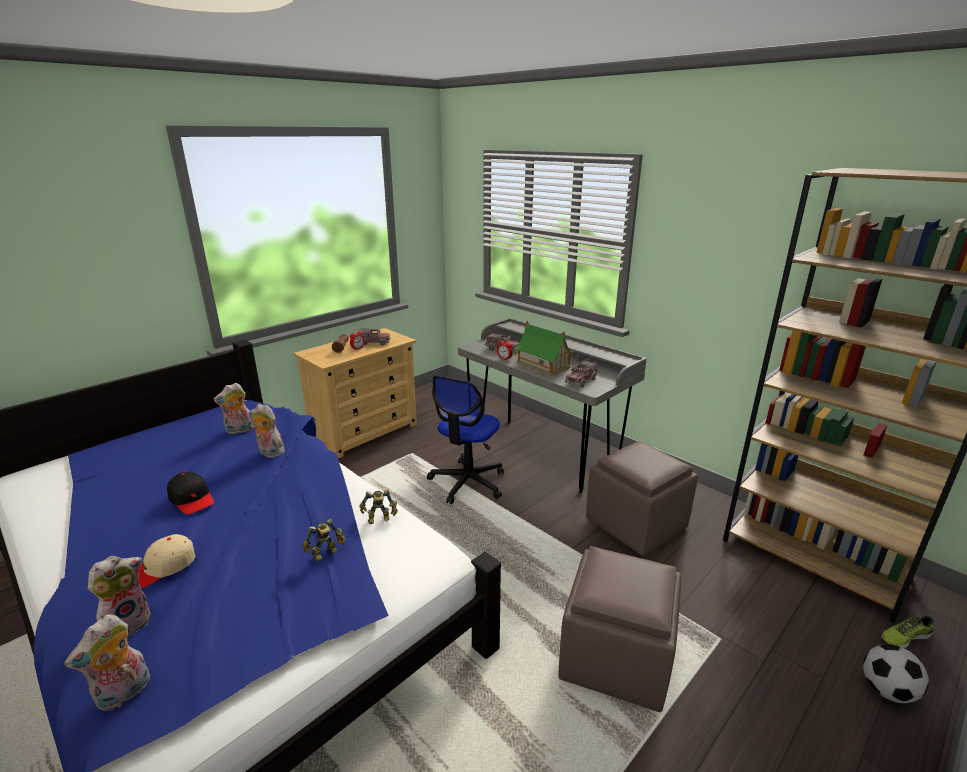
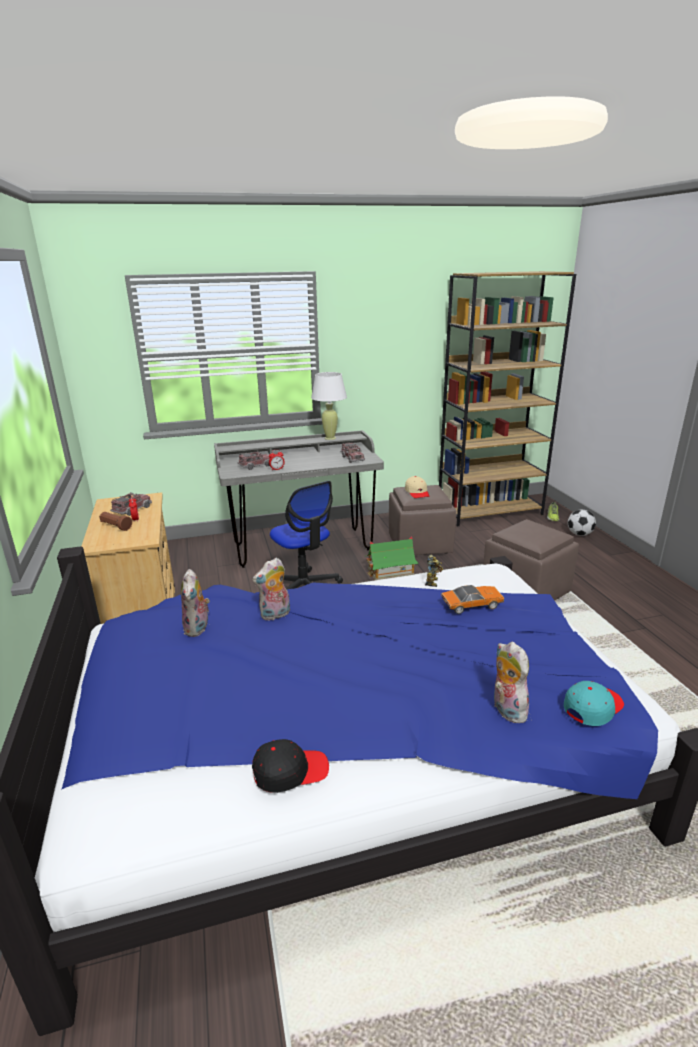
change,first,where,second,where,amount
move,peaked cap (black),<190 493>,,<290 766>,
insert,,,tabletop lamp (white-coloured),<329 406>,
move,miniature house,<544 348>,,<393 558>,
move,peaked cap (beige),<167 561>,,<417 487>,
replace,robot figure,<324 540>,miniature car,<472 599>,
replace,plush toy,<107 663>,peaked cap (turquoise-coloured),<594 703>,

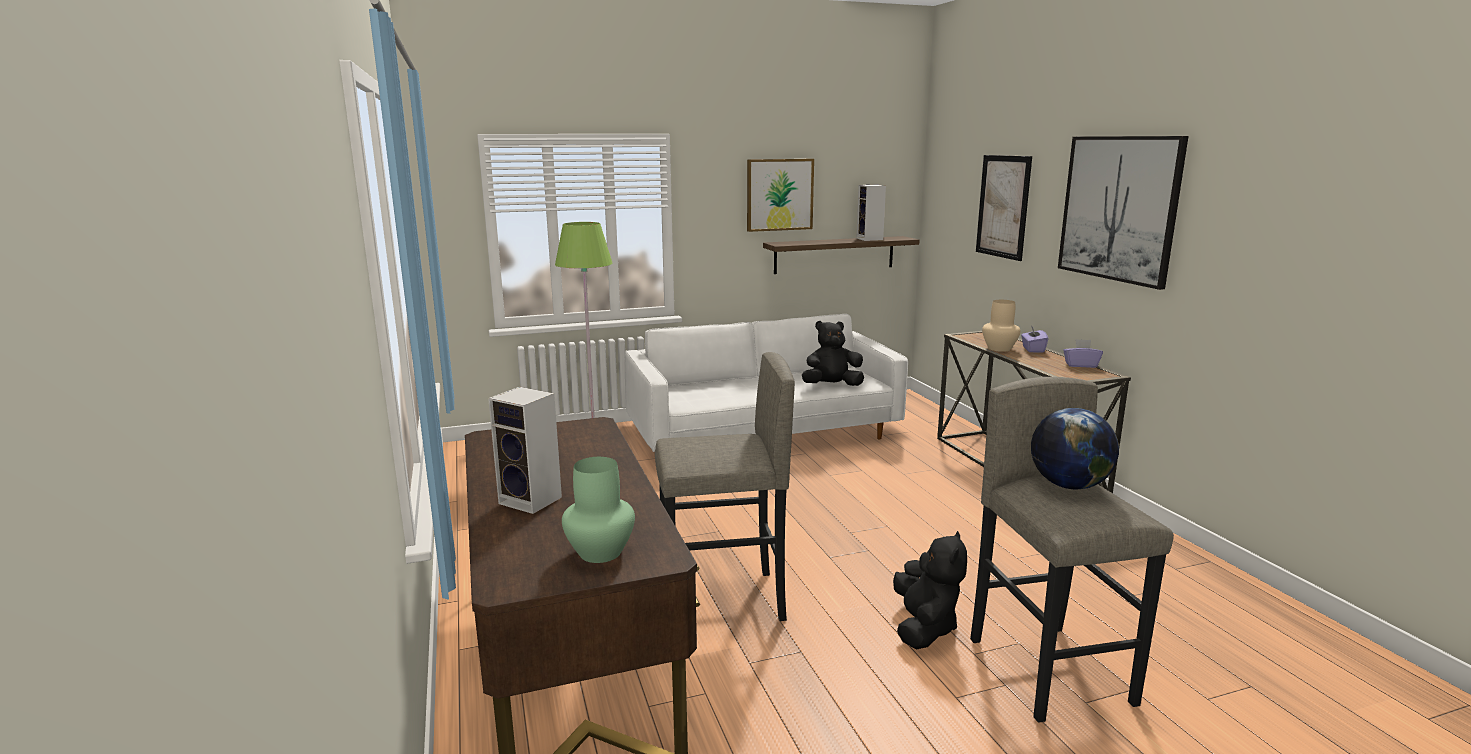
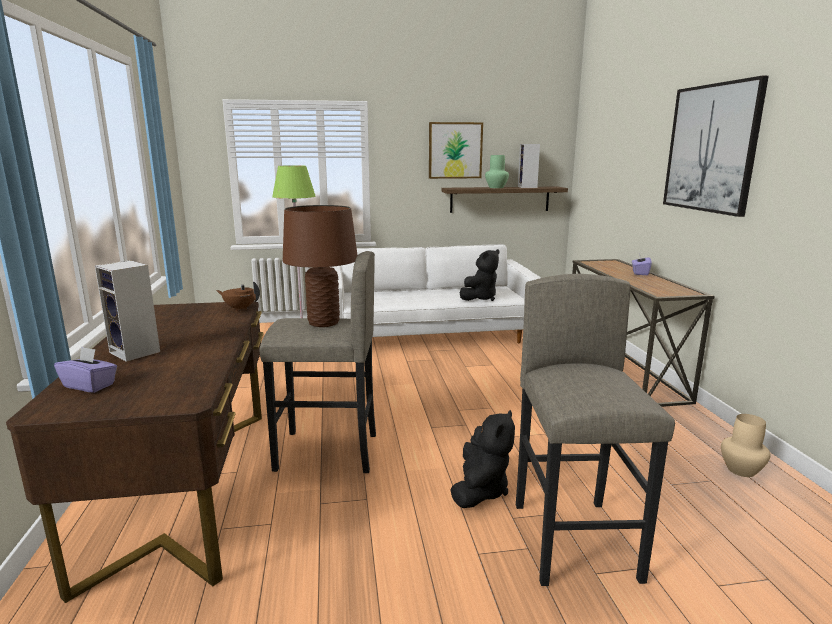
change,first,where,second,where,amount
move,tissue box (purplish),<1083 353>,,<85 370>,
insert,,,tea pot (brownish),<238 296>,
insert,,,tabletop lamp (brownish),<320 266>,
rotate,plush toy (black),<833 353>,,<479 275>,135 degrees clockwise
move,vase (green-coloured),<598 510>,,<497 171>,
move,vase (beige),<1001 326>,,<745 445>,
delete,wall art,<1004 208>,,,
delete,desk globe,<1075 448>,,,

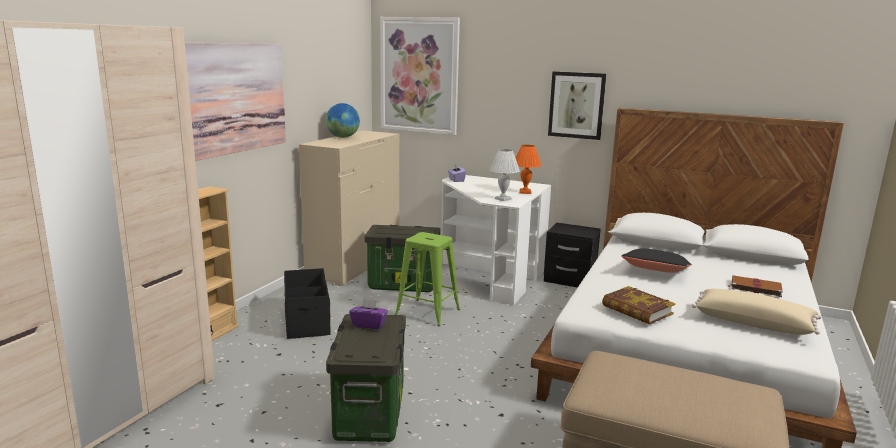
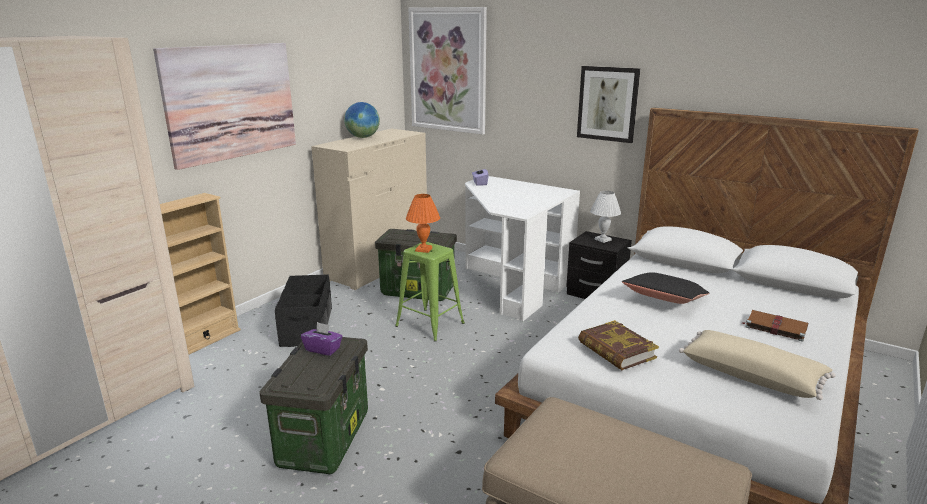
change,first,where,second,where,amount
move,tabletop lamp (orange-coloured),<528 169>,,<423 223>,
move,tabletop lamp (white-coloured),<504 175>,,<605 217>,

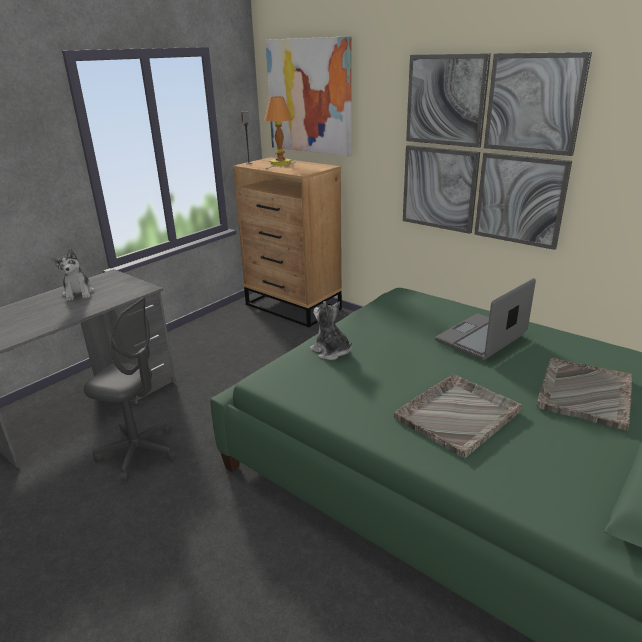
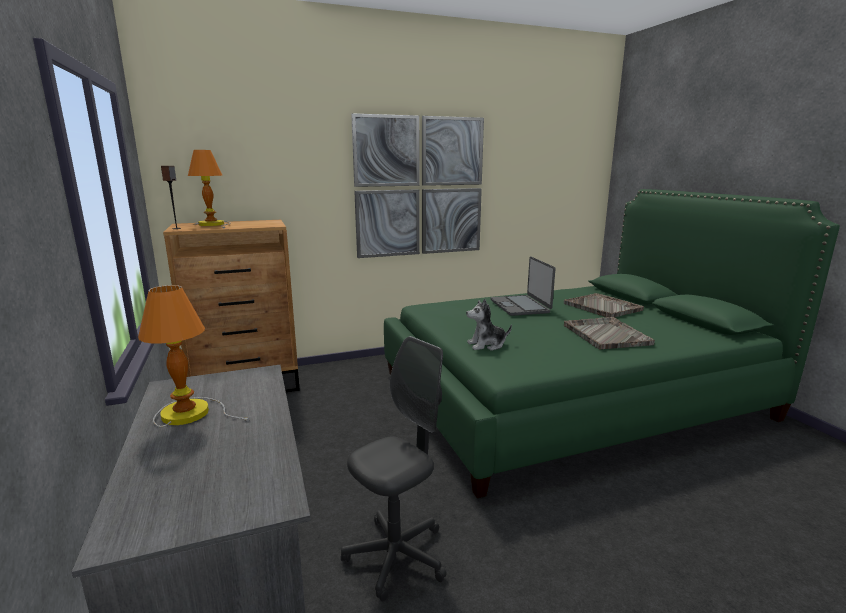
change,first,where,second,where,amount
replace,plush toy,<73 275>,tabletop lamp,<194 356>,
delete,wall art,<308 96>,,,

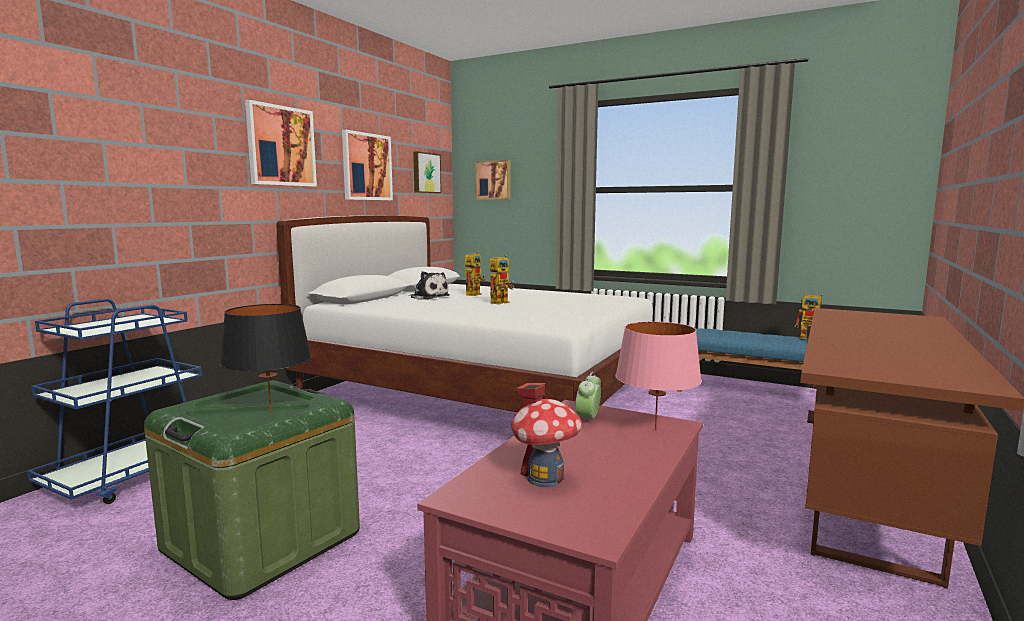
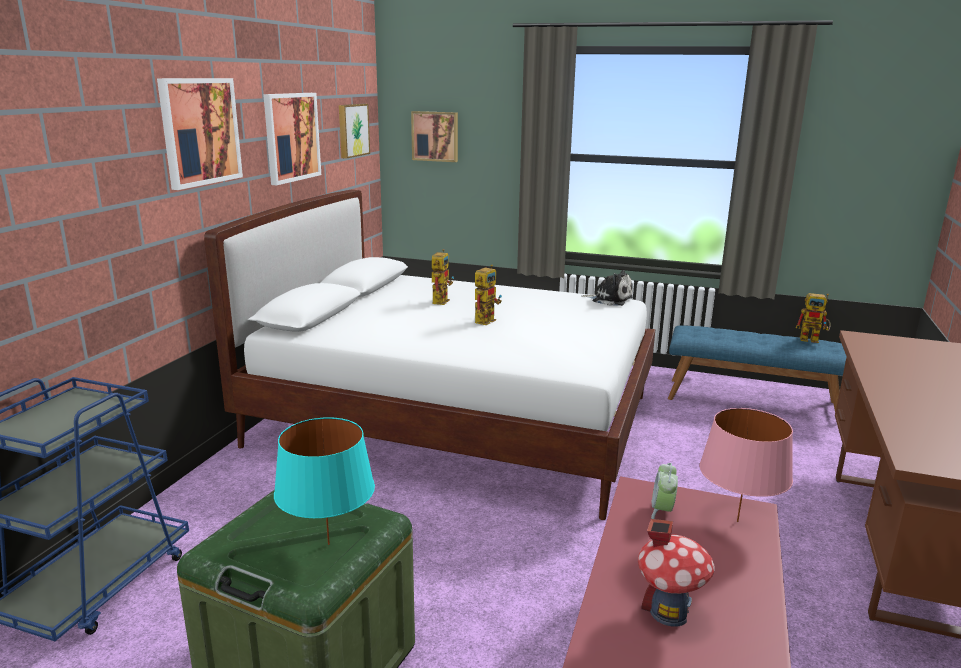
change,first,where,second,where,amount
recolor,tabletop lamp (black),<266 358>,tabletop lamp (turquoise-coloured),<324 481>,
move,plush toy,<429 285>,,<607 288>,

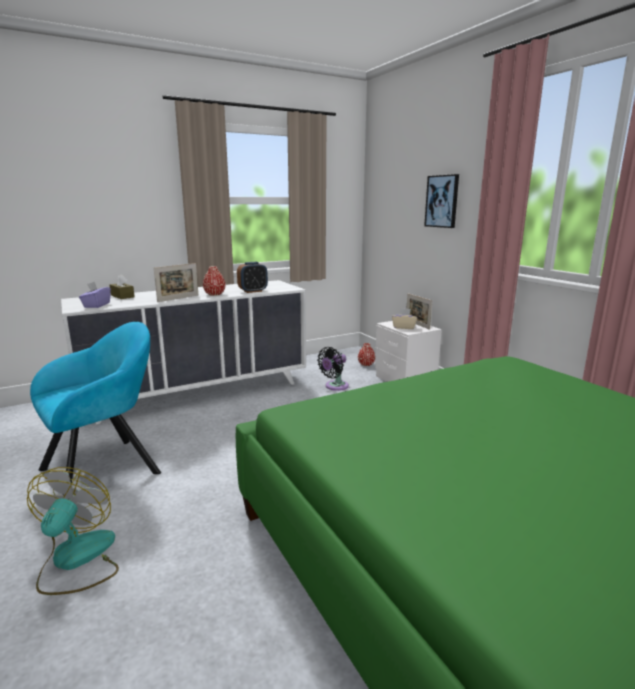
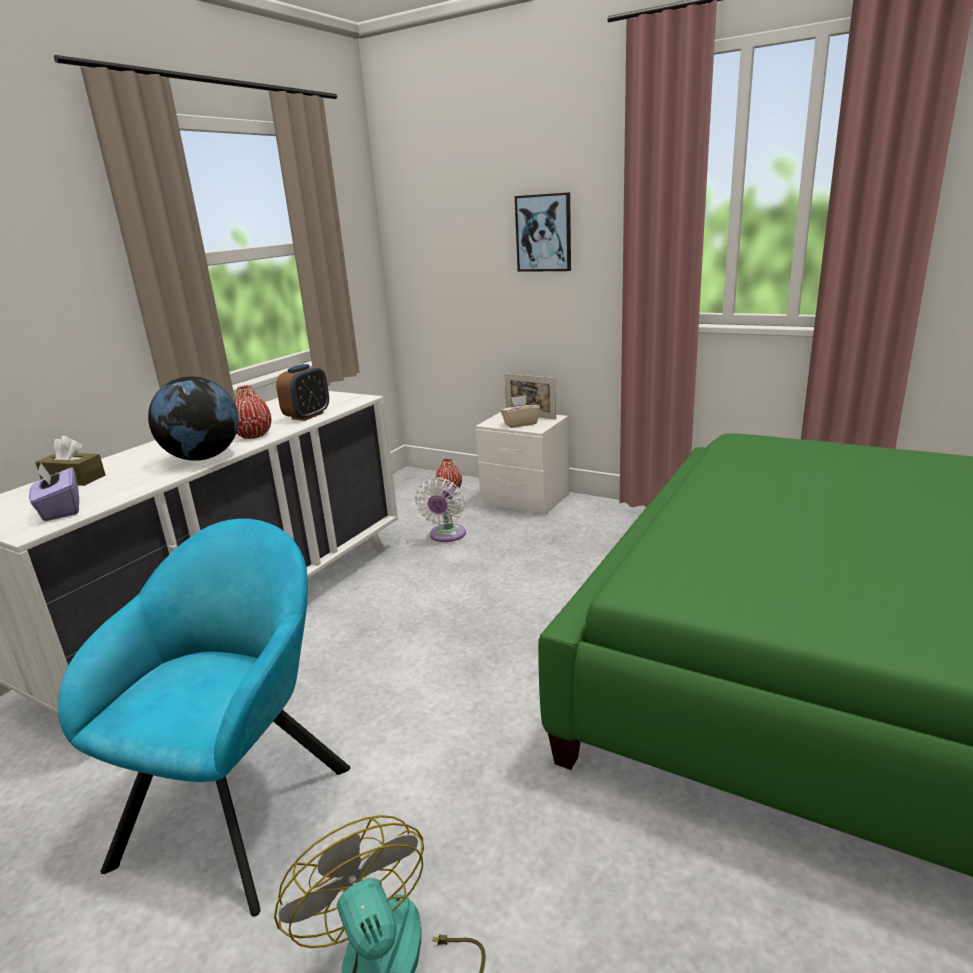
change,first,where,second,where,amount
replace,photo frame,<176 282>,desk globe,<193 418>,
recolor,electric fan (black),<333 369>,electric fan (white-coloured),<440 509>,

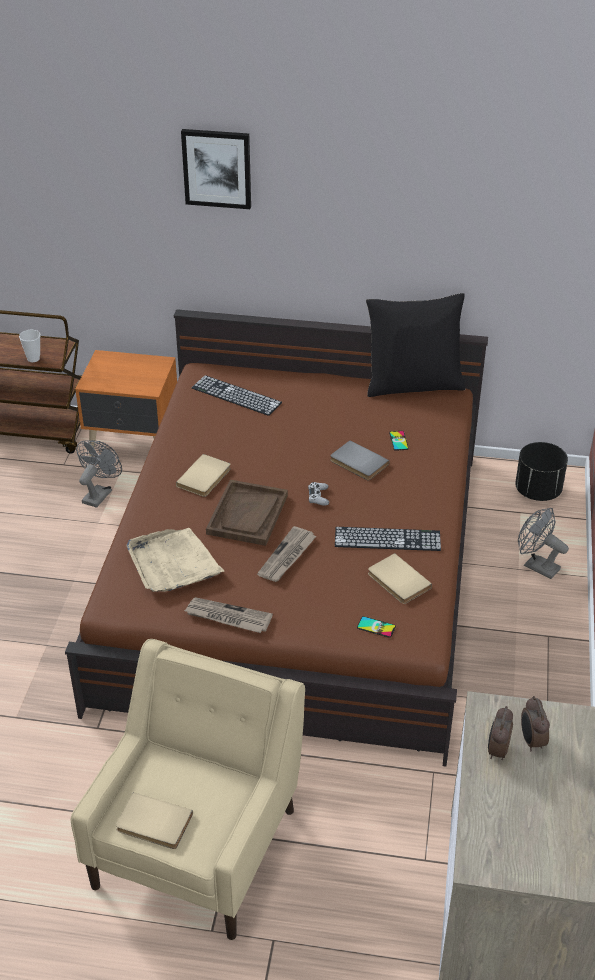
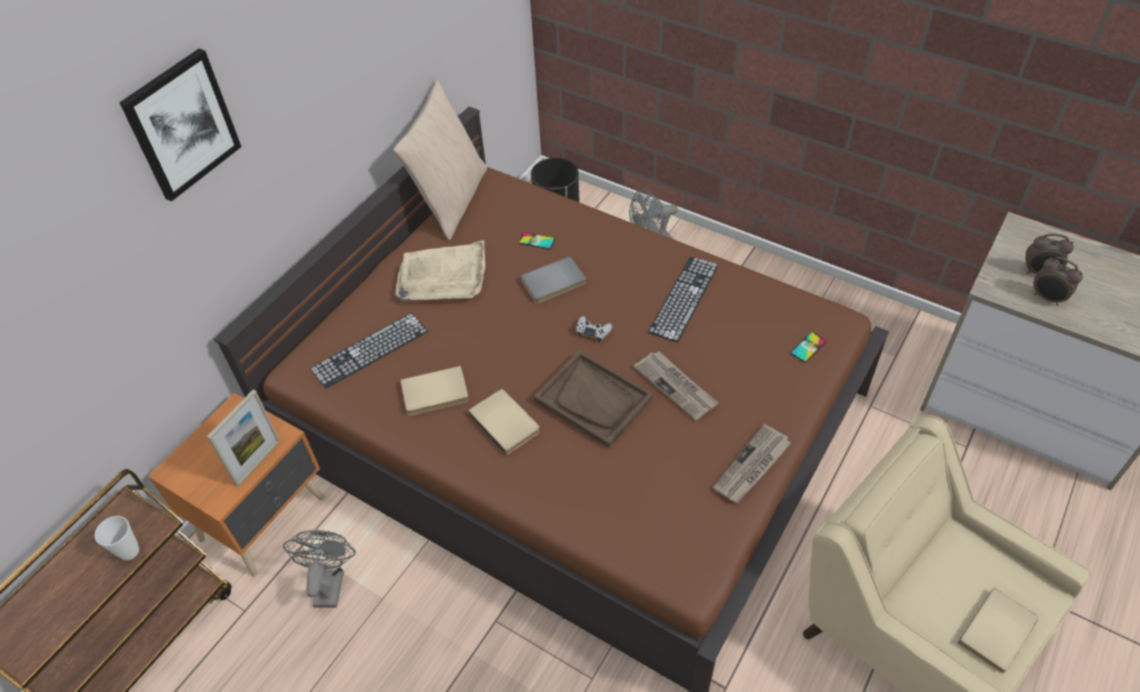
change,first,where,second,where,amount
insert,,,photo frame,<243 438>,
rotate,electric fan (grey),<99 474>,,<319 569>,45 degrees clockwise
recolor,pillow (black),<415 345>,pillow (beige),<440 160>,
move,serving tray (beige),<175 560>,,<440 270>,
move,book (beige),<400 578>,,<434 390>,

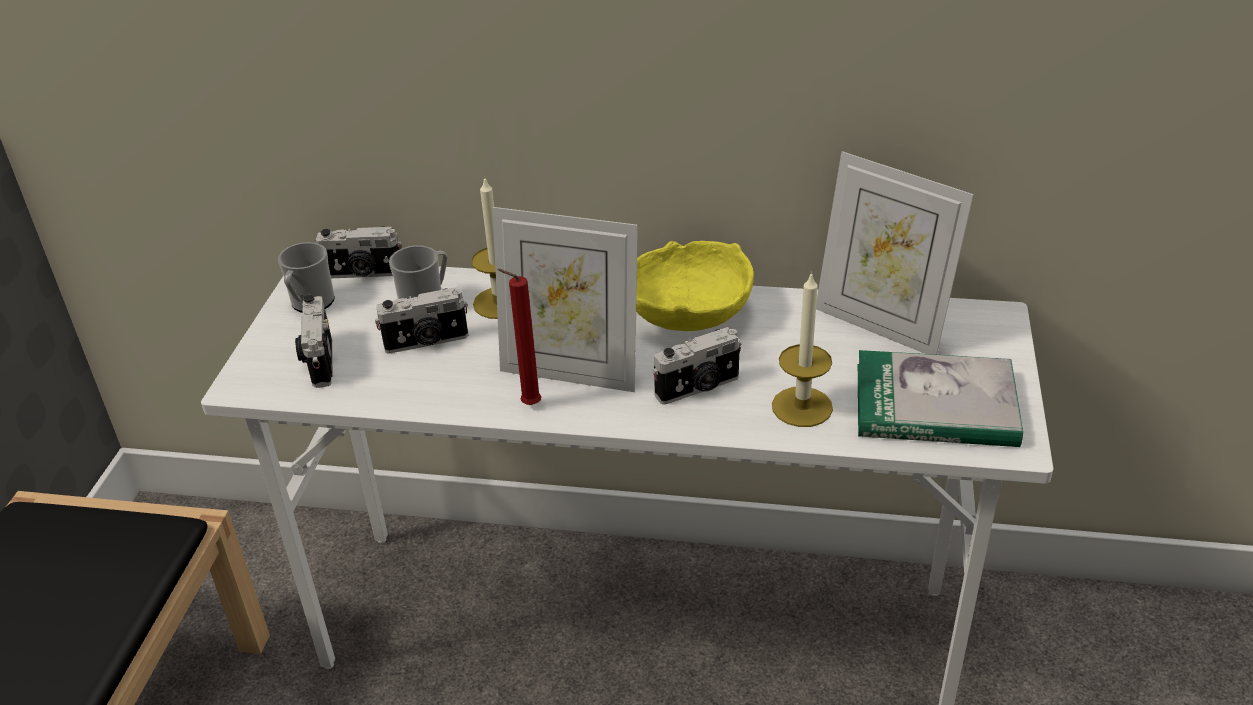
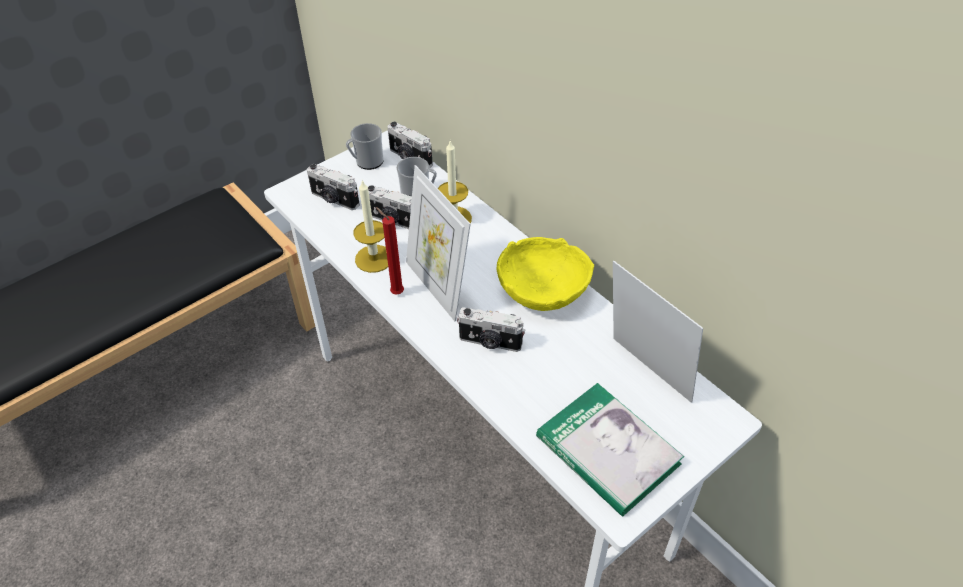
change,first,where,second,where,amount
rotate,still camera,<313 341>,,<333 187>,90 degrees counterclockwise
move,wax candle,<802 349>,,<370 226>,
rotate,photo frame,<895 253>,,<658 332>,150 degrees clockwise

